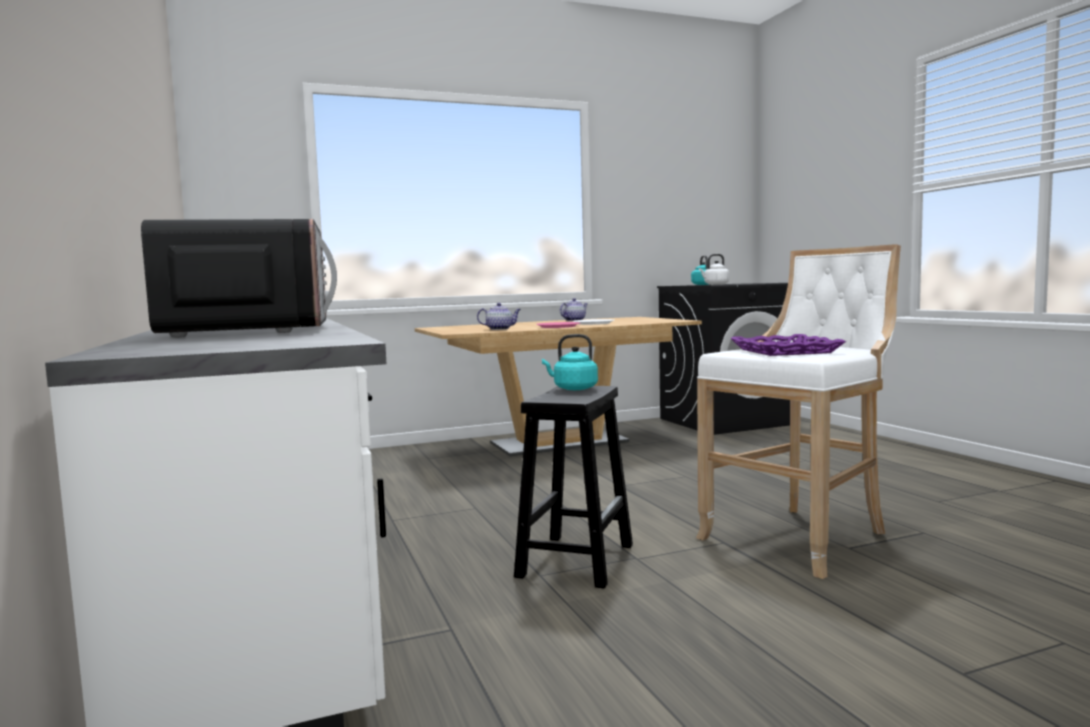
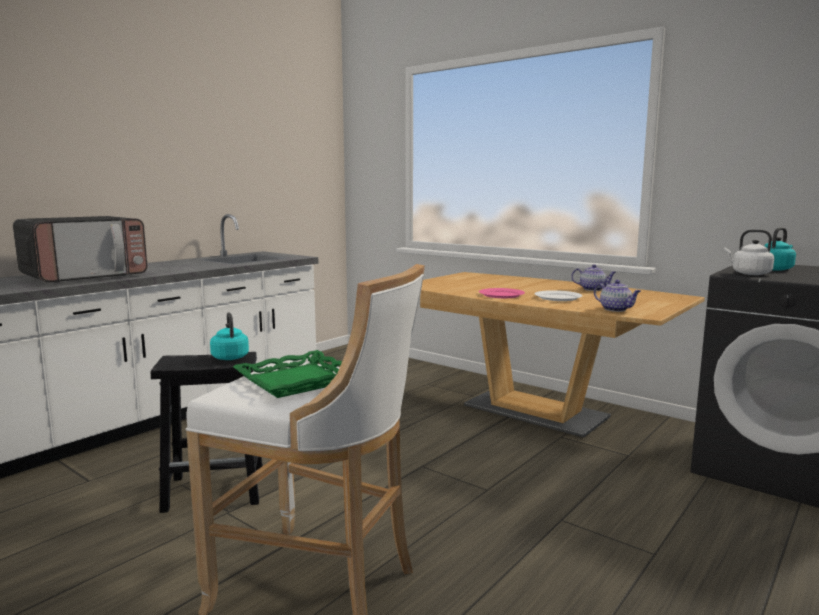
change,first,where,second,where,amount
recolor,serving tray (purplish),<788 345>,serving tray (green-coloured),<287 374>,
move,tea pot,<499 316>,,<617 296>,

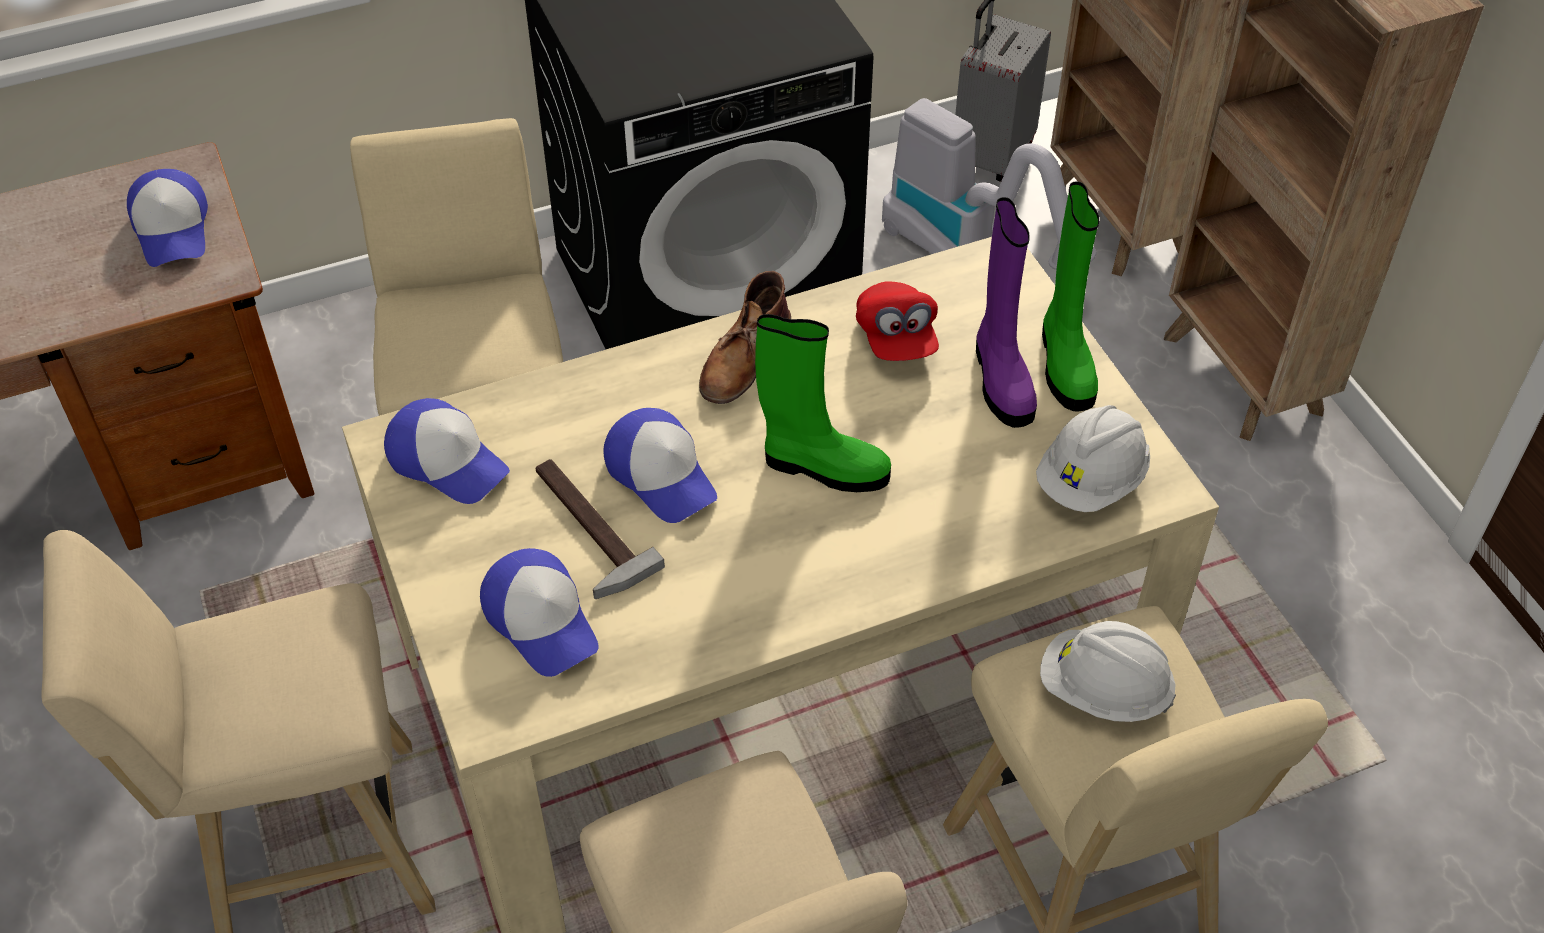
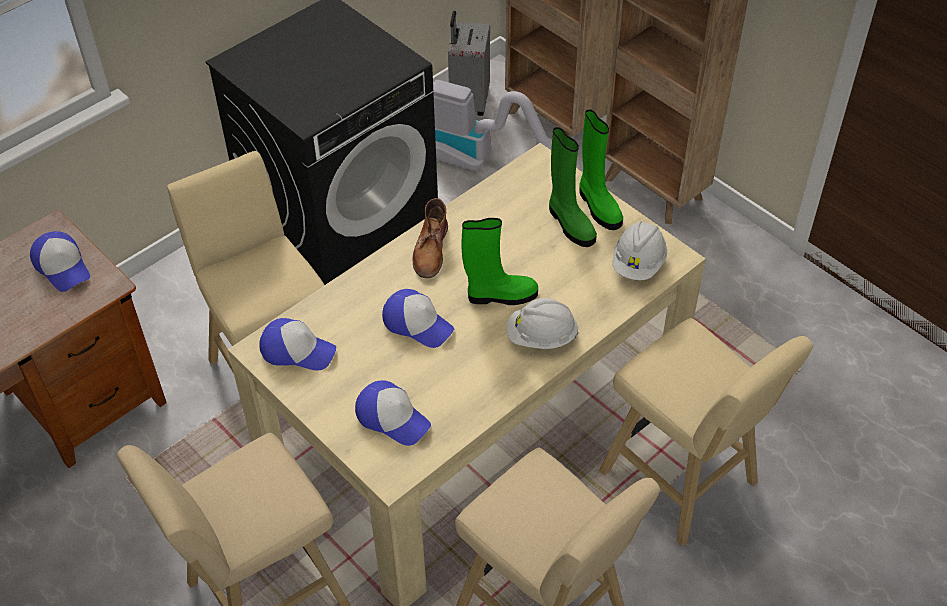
change,first,where,second,where,amount
move,safety helmet (white-coloured),<1108 671>,,<543 323>,
recolor,tall boot (purplish),<1006 312>,tall boot (green-coloured),<573 187>,
delete,hammer,<600 529>,,,
delete,peaked cap (reddish),<897 321>,,,

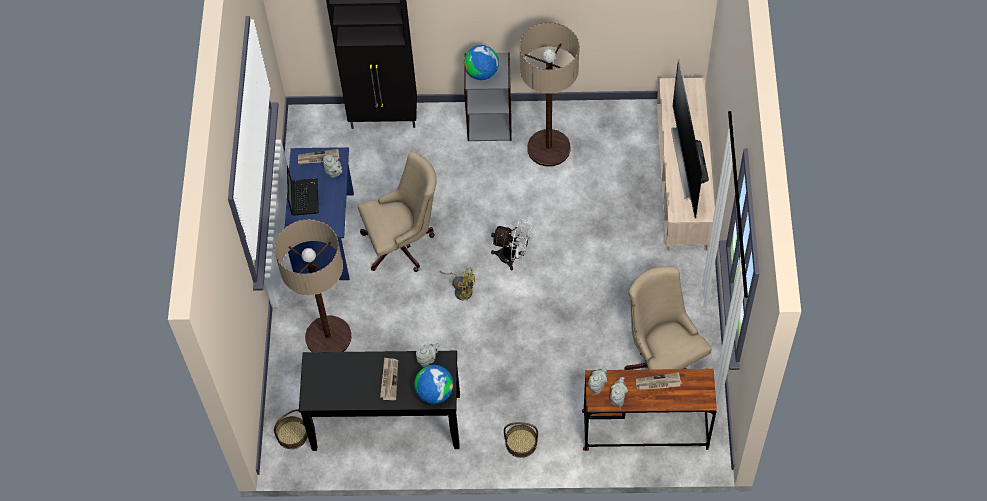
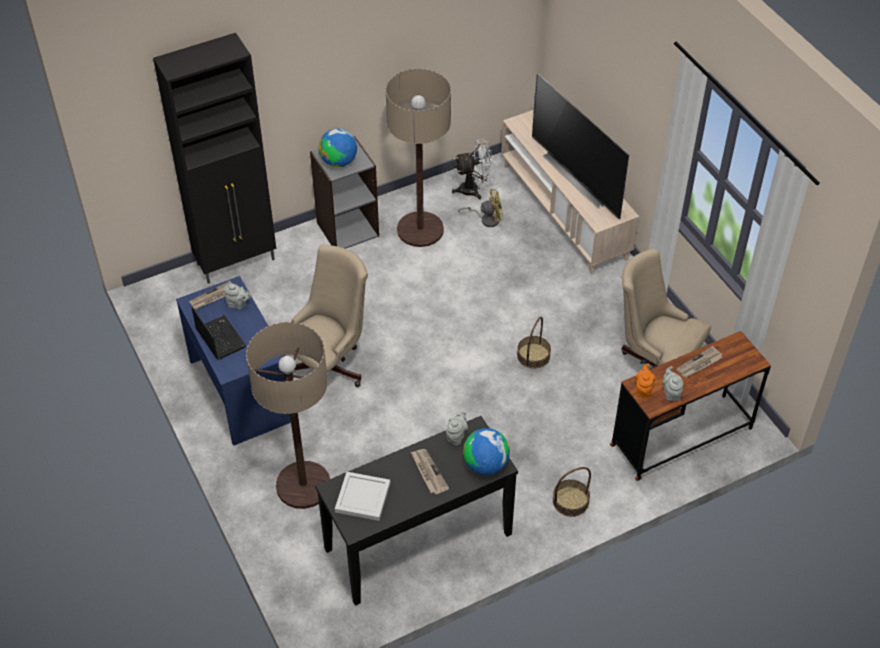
change,first,where,second,where,amount
insert,,,serving tray (white-coloured),<362 496>,
move,electric fan (white-coloured),<511 245>,,<473 169>,
move,electric fan (yellowish),<457 284>,,<481 208>,
move,household basket,<291 429>,,<534 343>,
recolor,tea pot (grey),<598 380>,tea pot (orange-coloured),<645 381>,

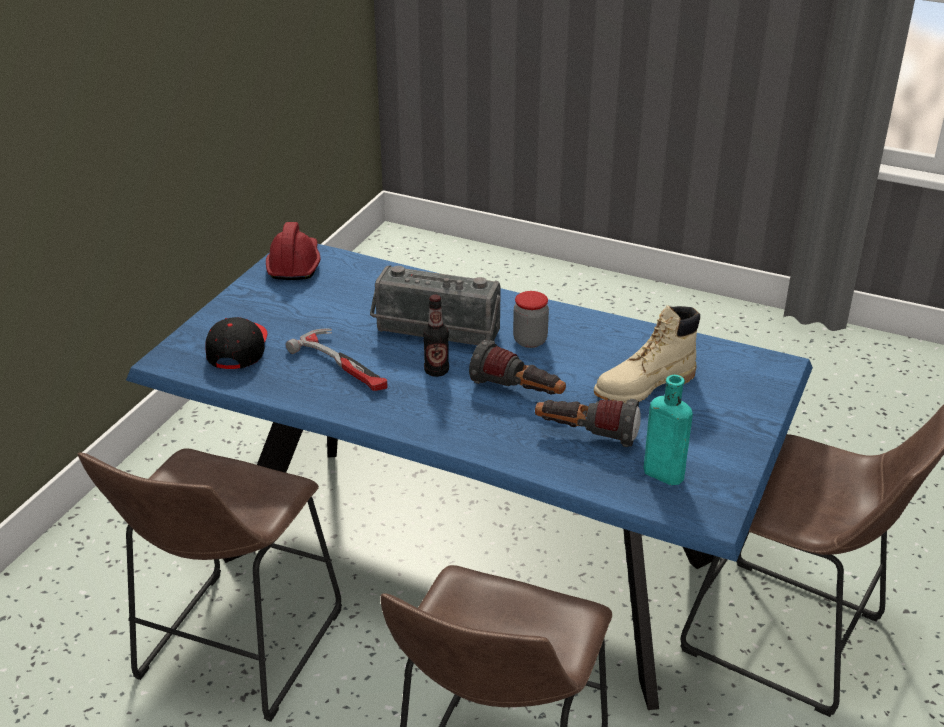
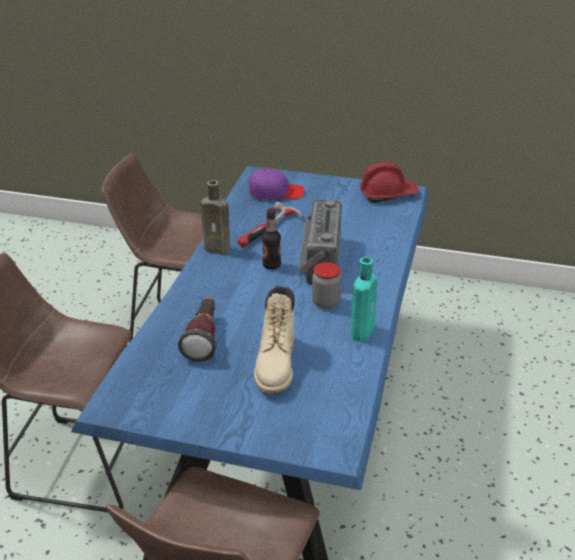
change,first,where,second,where,amount
insert,,,bottle (brownish),<215 217>,
recolor,peaked cap (black),<236 343>,peaked cap (purplish),<276 183>,
rotate,tall boot (beige),<647 354>,,<274 339>,135 degrees counterclockwise
move,bottle (turquoise-coloured),<668 430>,,<364 299>,
delete,hand torch,<517 367>,,,

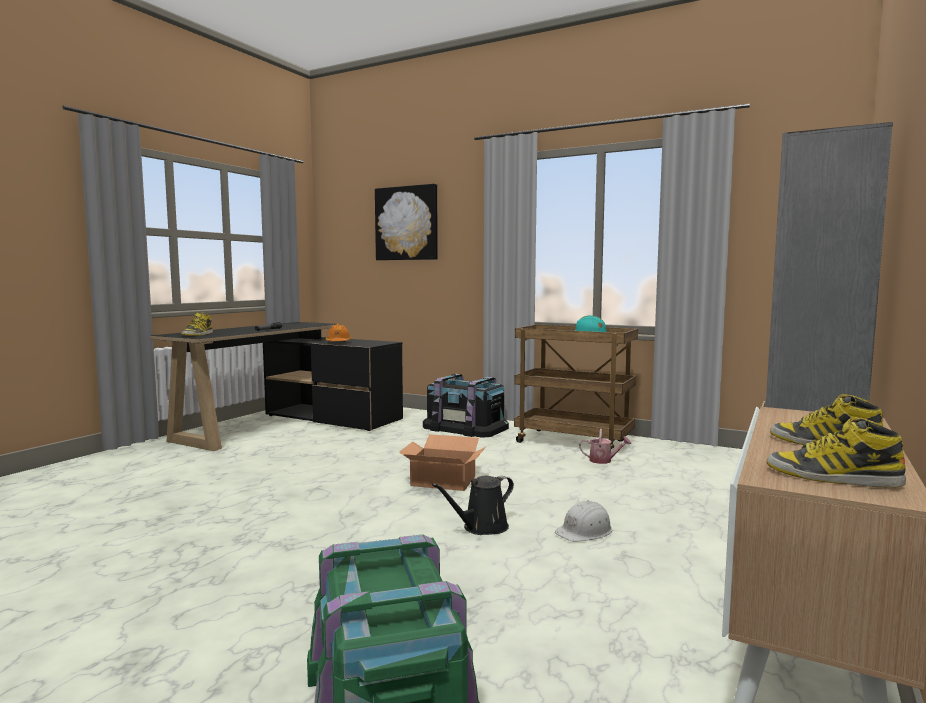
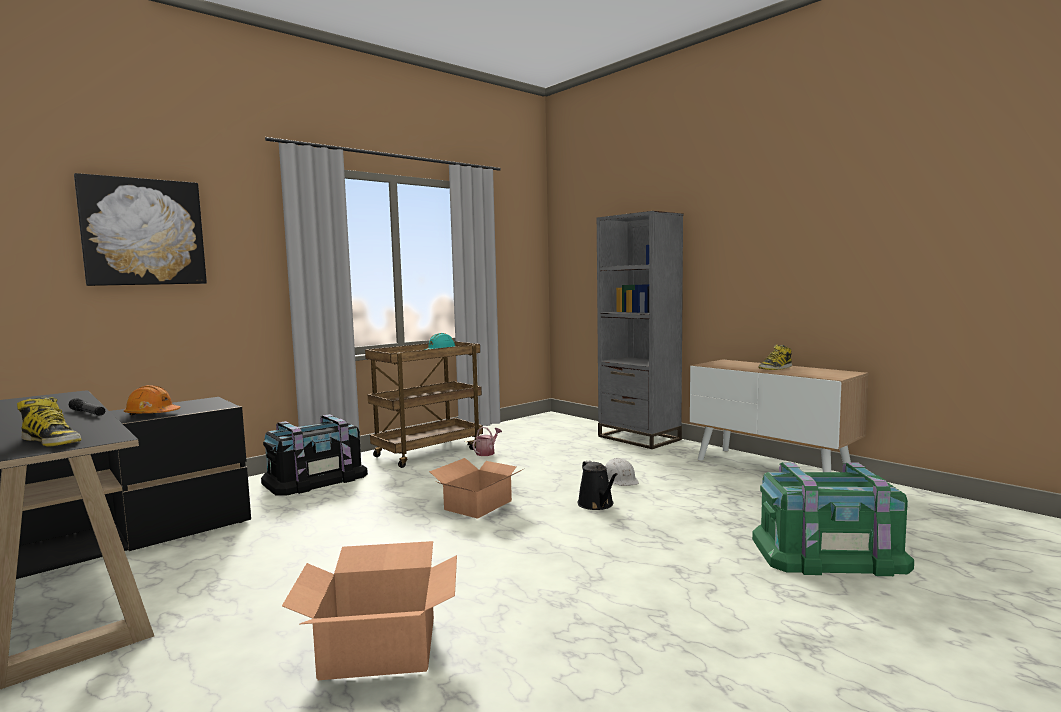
change,first,where,second,where,amount
insert,,,cardboard box,<369 610>,
delete,tall boot,<836 452>,,,

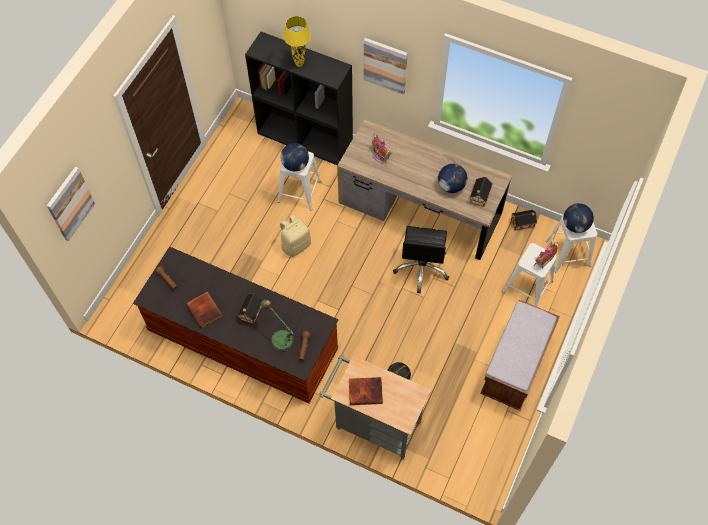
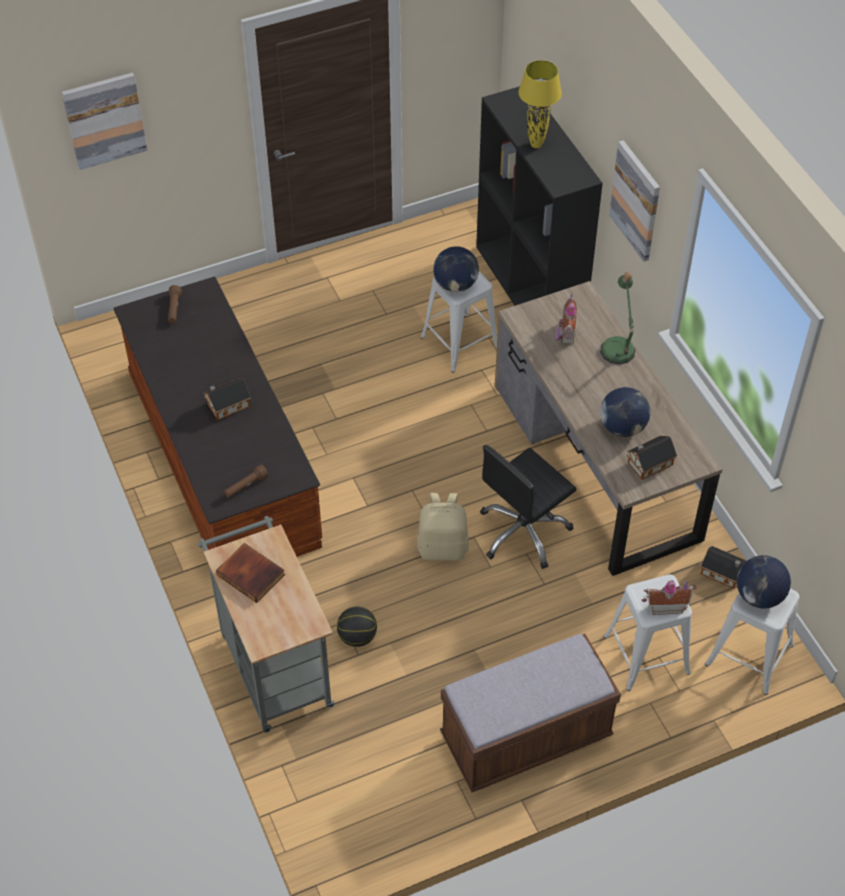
change,first,where,second,where,amount
move,backpack (beige),<295 235>,,<443 527>,
move,tabletop lamp,<277 325>,,<618 318>,
delete,book,<204 310>,,,

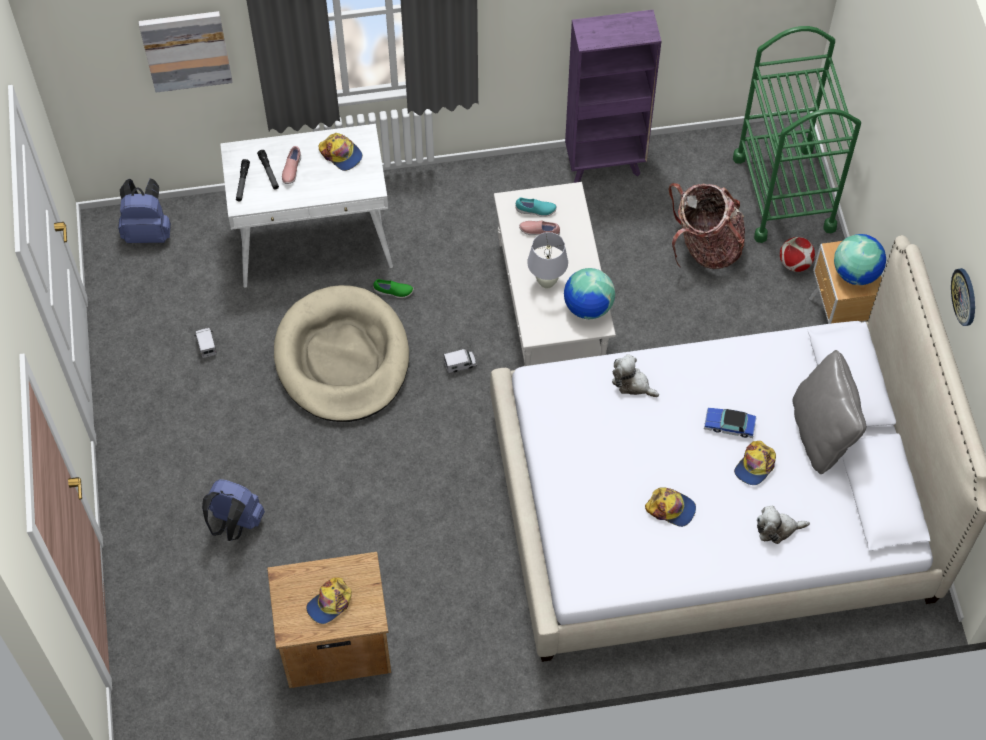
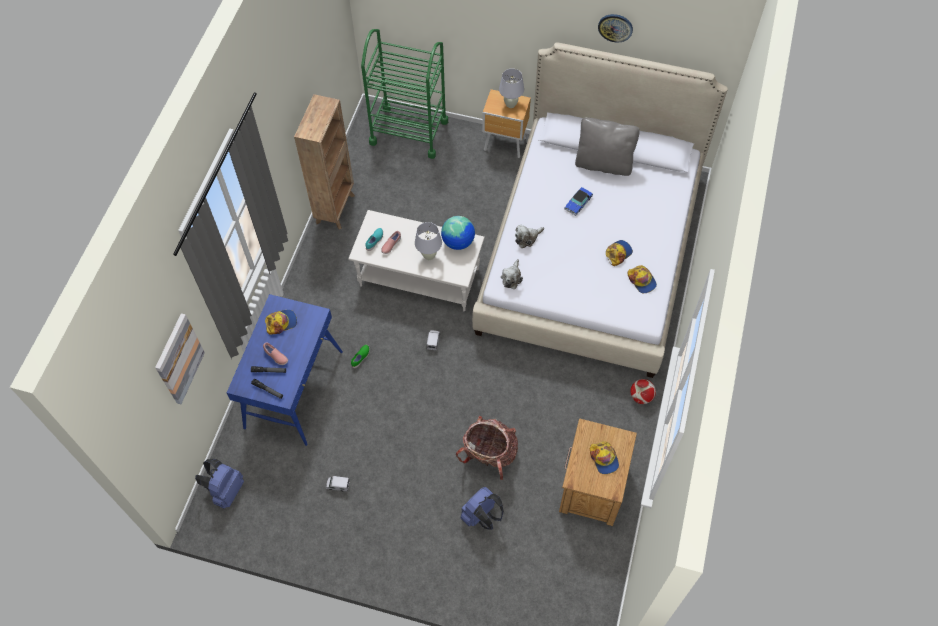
change,first,where,second,where,amount
recolor,desk table (white-coloured),<306 206>,desk table (blue),<285 370>,
recolor,bookshelf (purplish),<613 96>,bookshelf (brownish),<324 162>,
move,backpack,<706 226>,,<487 448>,
replace,desk globe,<860 259>,tabletop lamp (white-coloured),<511 88>,
move,plush toy,<783 525>,,<512 274>,
move,peaked cap,<755 463>,,<642 279>,
move,football ball,<797 254>,,<643 391>,
delete,pet bed (beige),<341 353>,,,

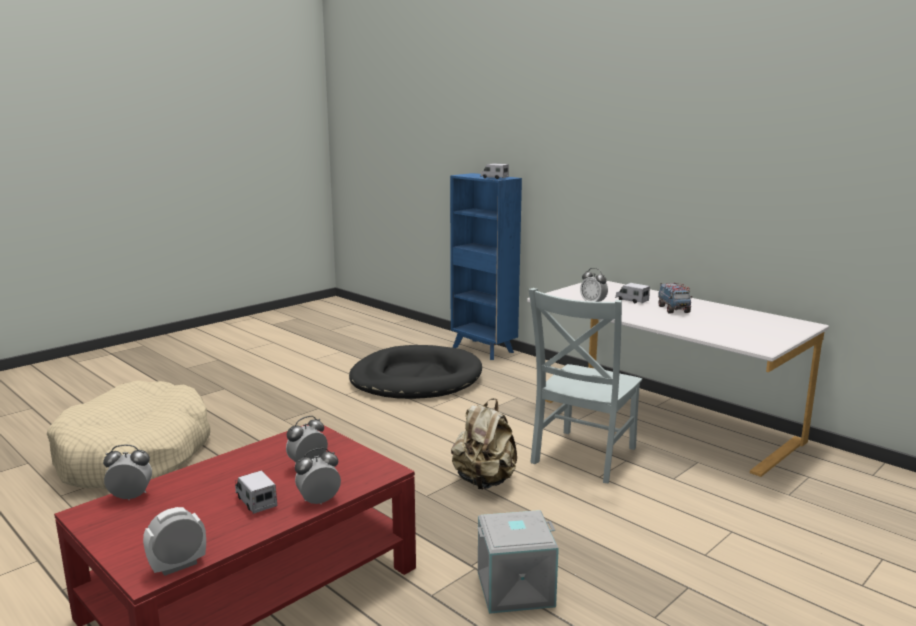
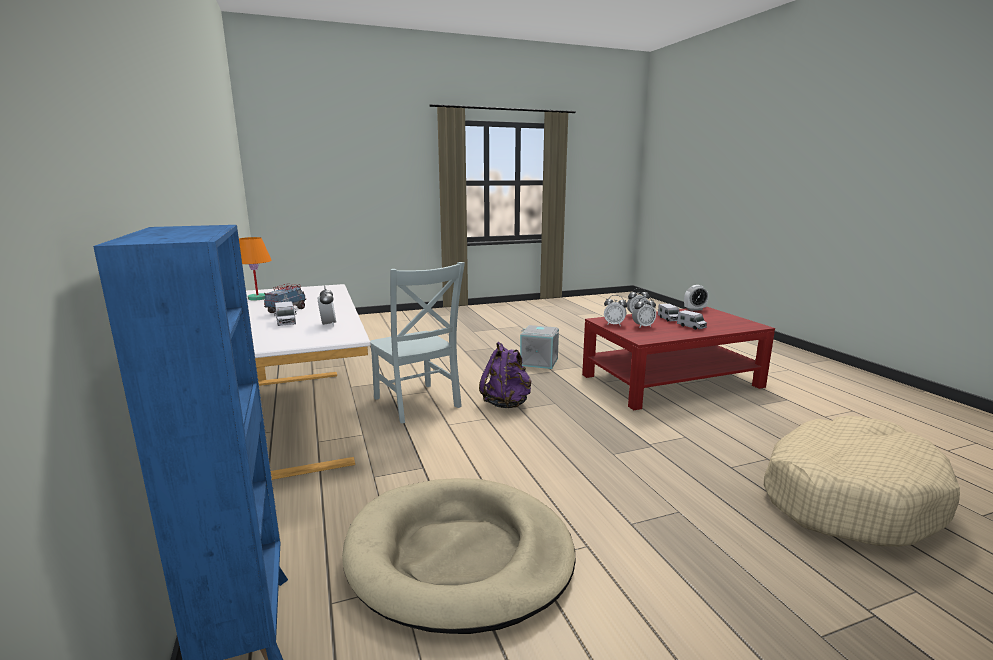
change,first,where,second,where,amount
insert,,,tabletop lamp (orange-coloured),<255 268>,
recolor,pet bed (black),<415 372>,pet bed (beige),<459 556>,
rotate,upright chair (grey),<585 385>,,<417 342>,90 degrees clockwise
recolor,backpack (beige),<484 443>,backpack (purplish),<505 375>,
move,alarm clock,<127 472>,,<615 310>,
move,model truck,<494 171>,,<692 320>,

